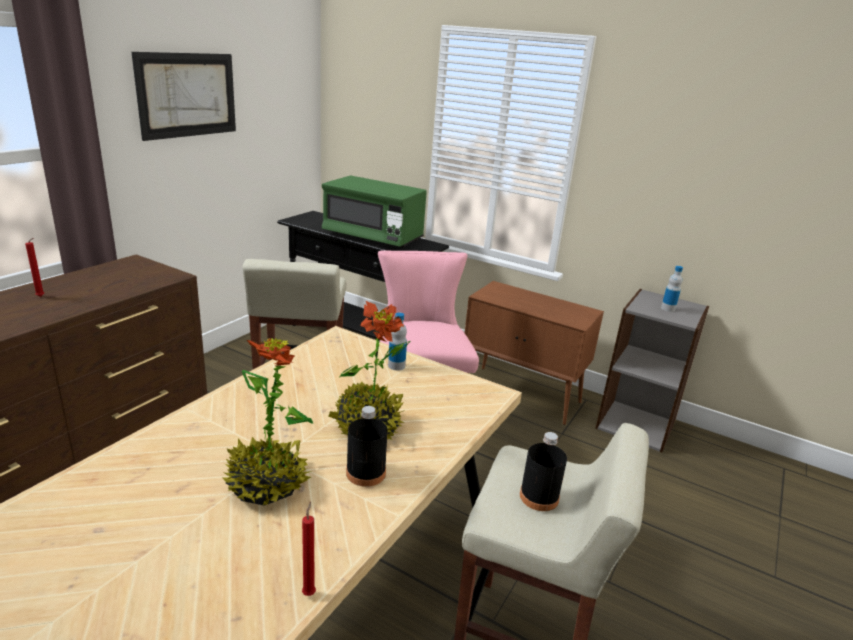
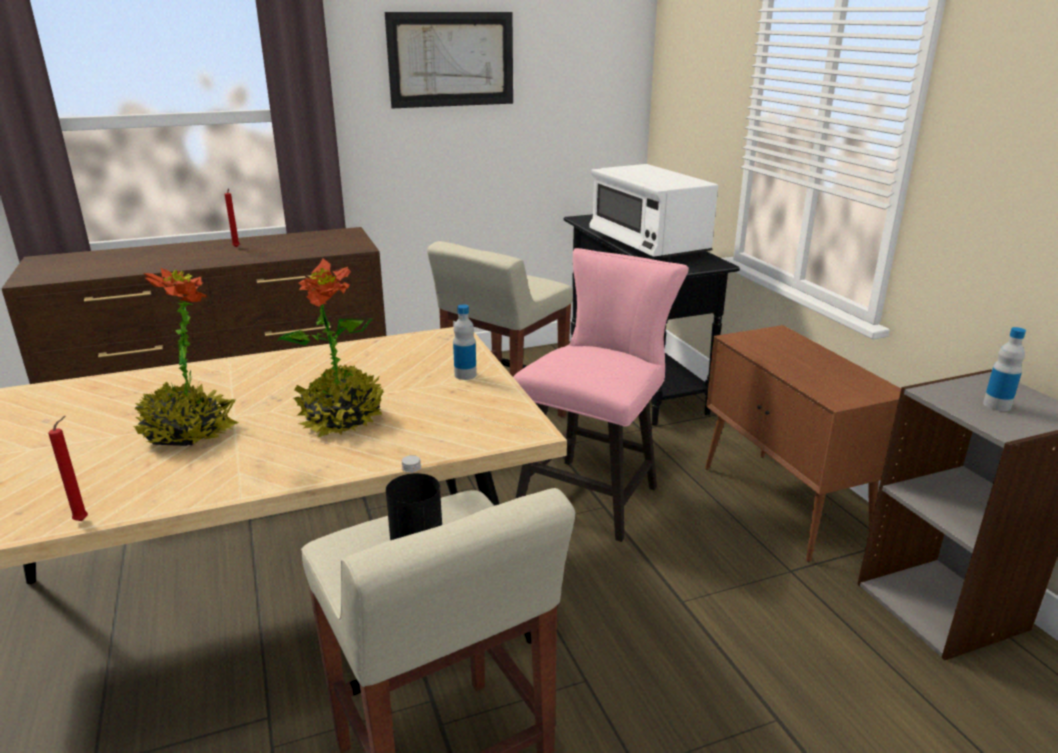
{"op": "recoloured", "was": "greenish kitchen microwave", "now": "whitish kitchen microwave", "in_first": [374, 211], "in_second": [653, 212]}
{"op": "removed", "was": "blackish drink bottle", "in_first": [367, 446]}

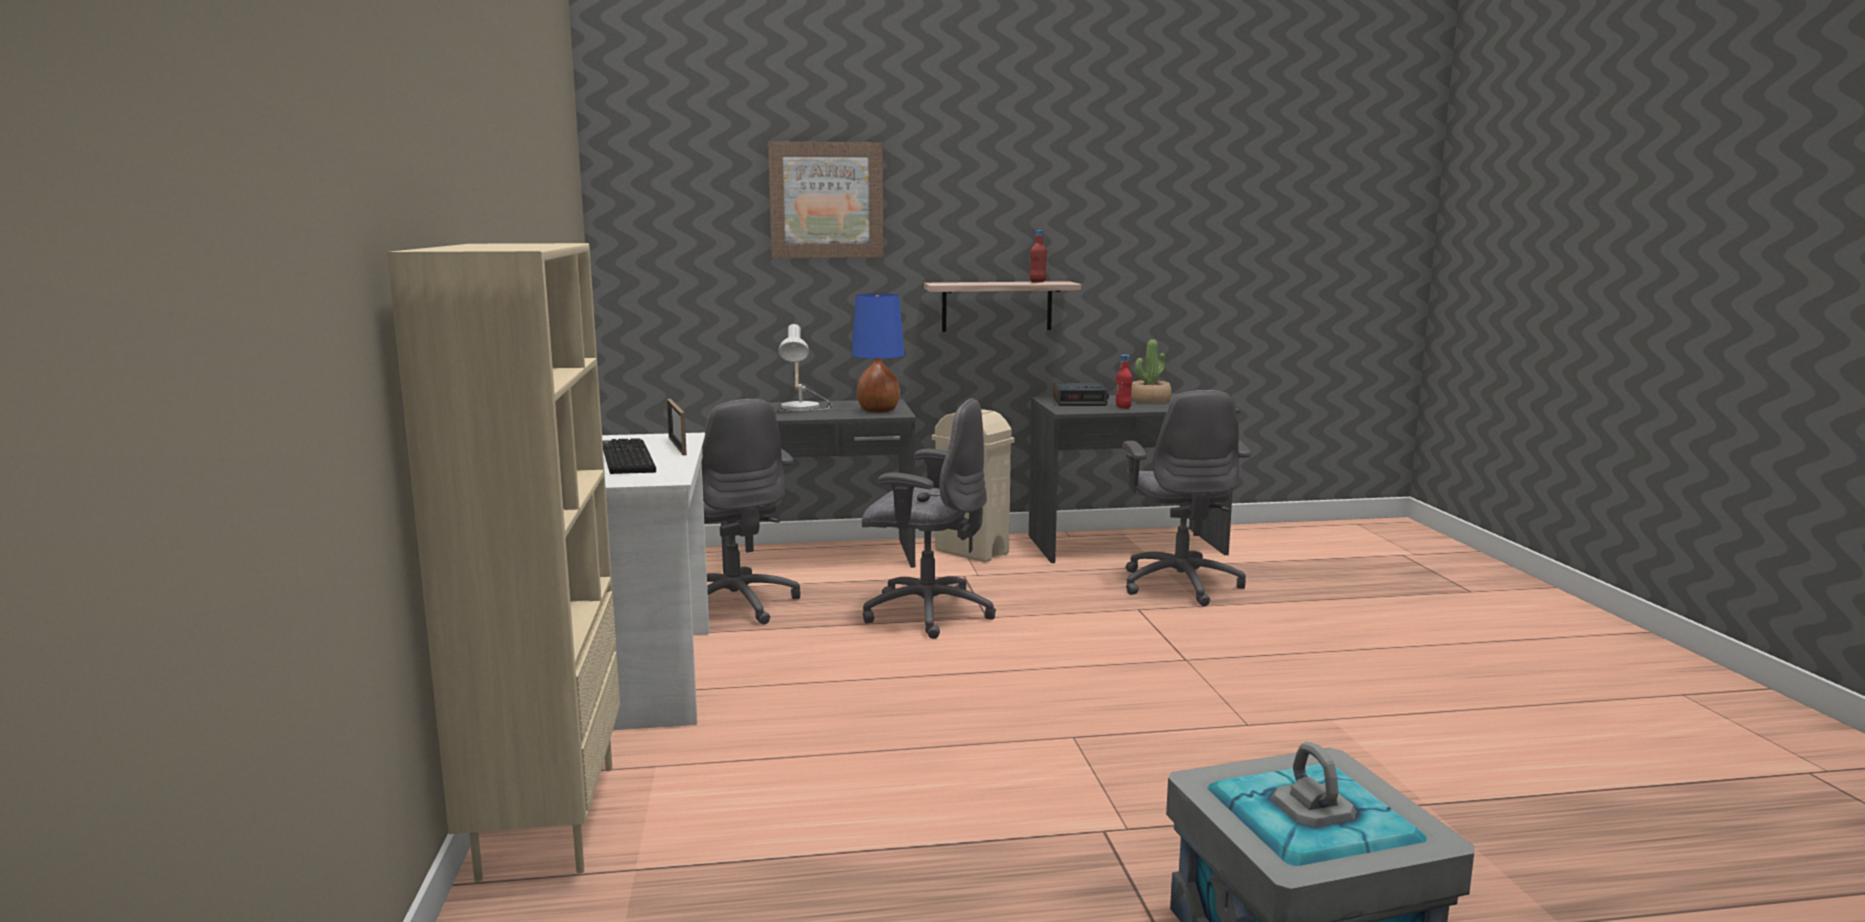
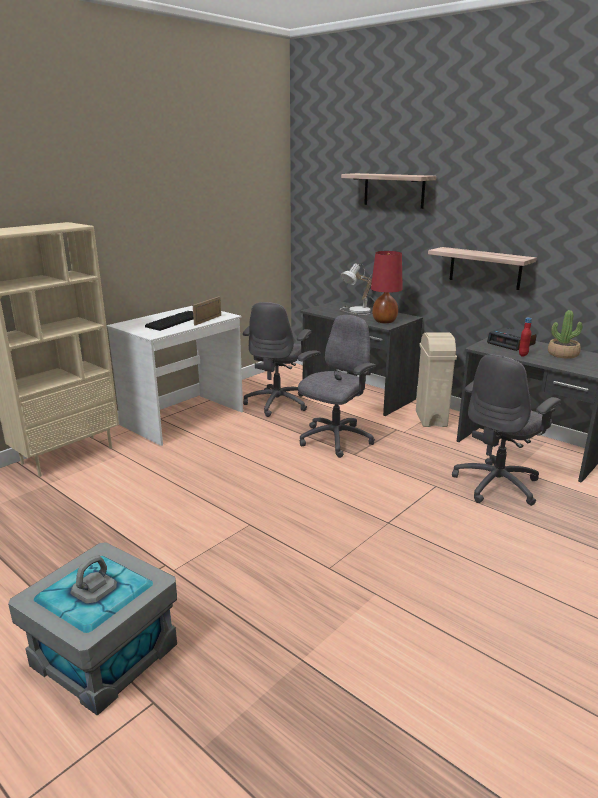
{"op": "replaced", "was": "wall art", "now": "shelf", "in_first": [826, 199], "in_second": [388, 191]}
{"op": "recoloured", "was": "bluish lamp for a table", "now": "red lamp for a table", "in_first": [878, 352], "in_second": [387, 287]}
{"op": "turned", "was": "grey office chair", "in_first": [929, 518], "in_second": [337, 386], "clockwise": -120}
{"op": "removed", "was": "red drink bottle", "in_first": [1038, 256]}

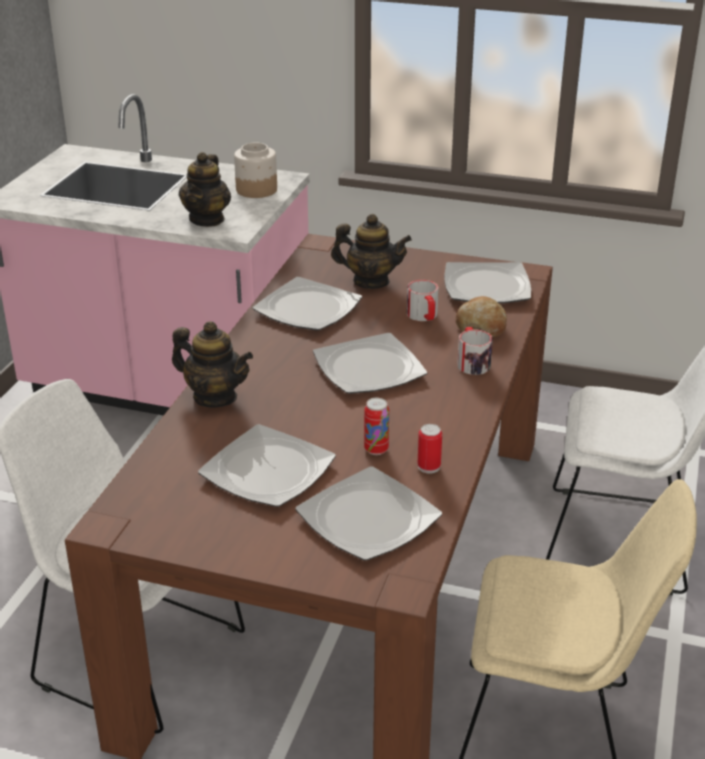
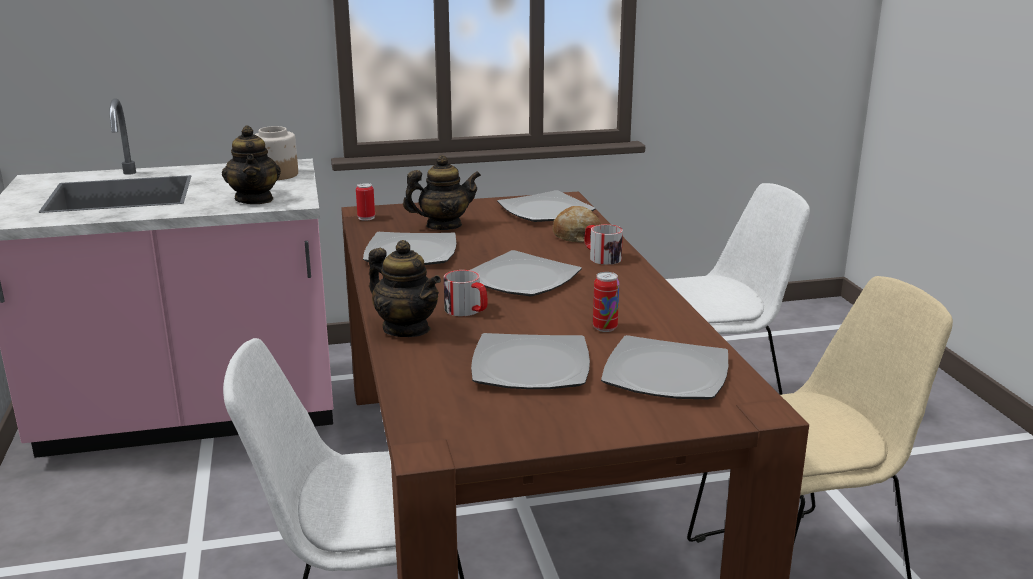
{"op": "turned", "was": "pot for tea", "in_first": [212, 364], "in_second": [404, 288], "clockwise": 45}
{"op": "moved", "was": "tea mug", "in_first": [422, 300], "in_second": [466, 293]}
{"op": "moved", "was": "sealed can", "in_first": [430, 449], "in_second": [365, 201]}

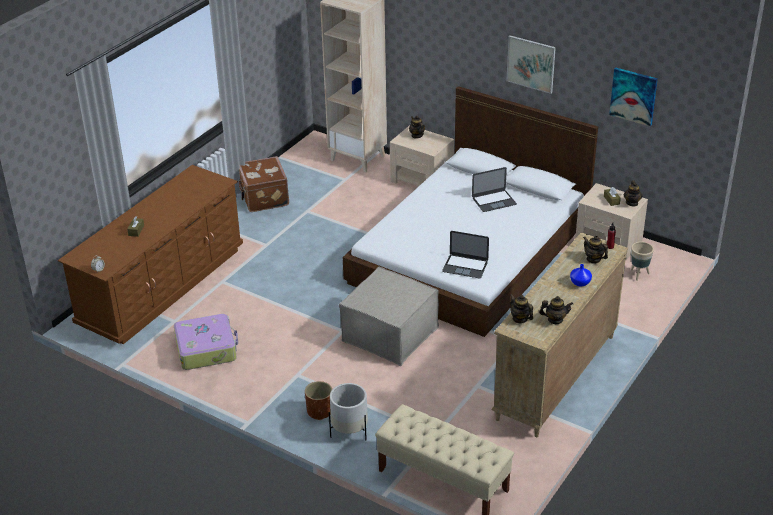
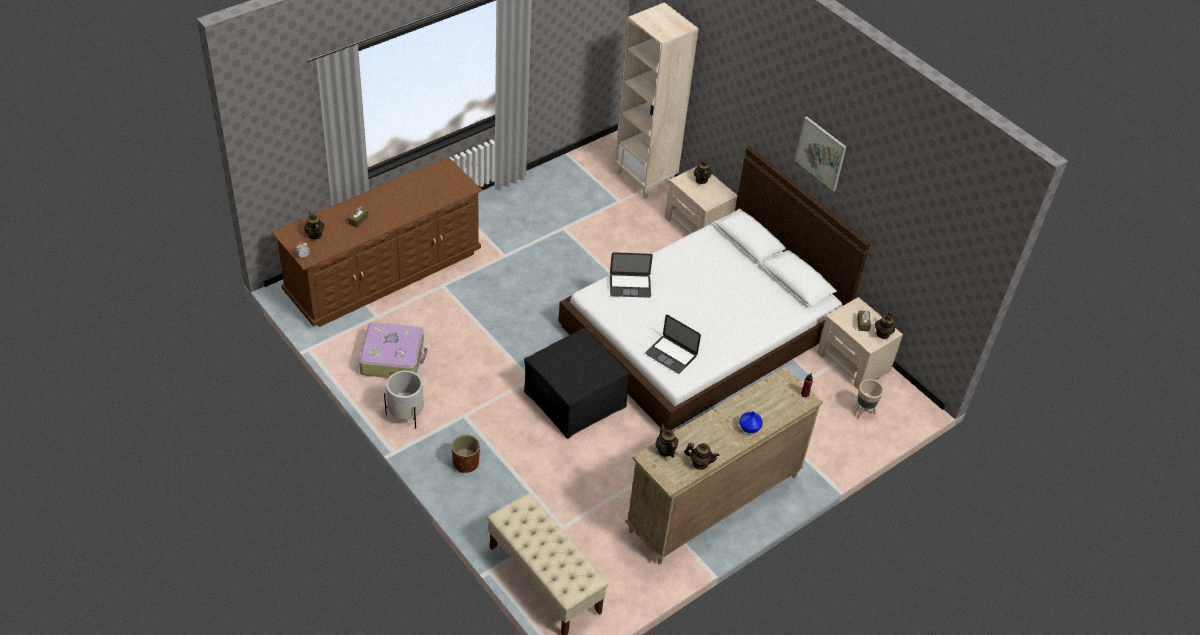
{"op": "removed", "was": "brown-coloured travel case", "in_first": [264, 184]}
{"op": "moved", "was": "whitish plant pot", "in_first": [348, 411], "in_second": [404, 400]}
{"op": "recoloured", "was": "beige pouffe", "now": "blackish pouffe", "in_first": [389, 316], "in_second": [577, 383]}
{"op": "moved", "was": "notebook computer", "in_first": [494, 189], "in_second": [631, 275]}
{"op": "moved", "was": "pot for tea", "in_first": [595, 250], "in_second": [314, 225]}
{"op": "removed", "was": "wall art", "in_first": [633, 97]}

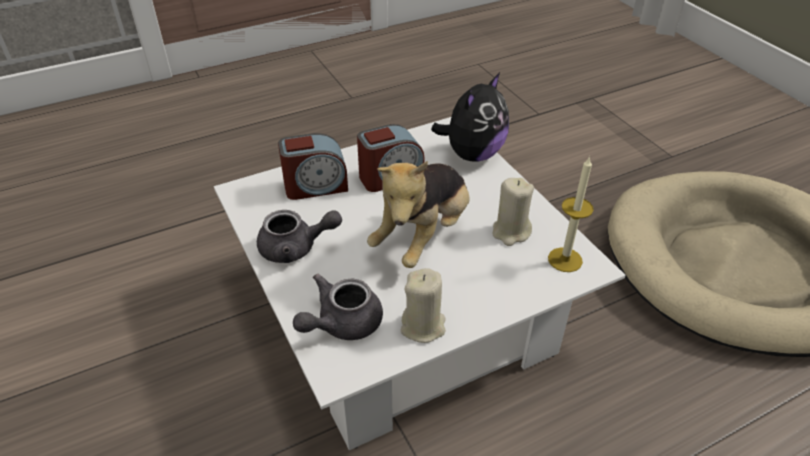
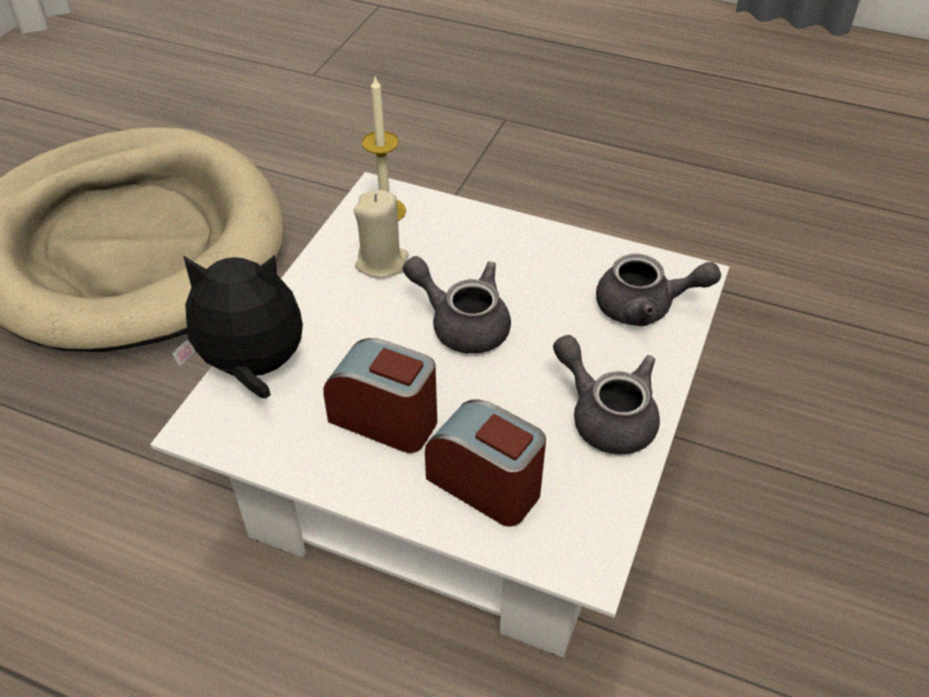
{"op": "replaced", "was": "soft toy", "now": "grey pot for tea", "in_first": [418, 214], "in_second": [457, 305]}
{"op": "removed", "was": "beige candle", "in_first": [423, 305]}

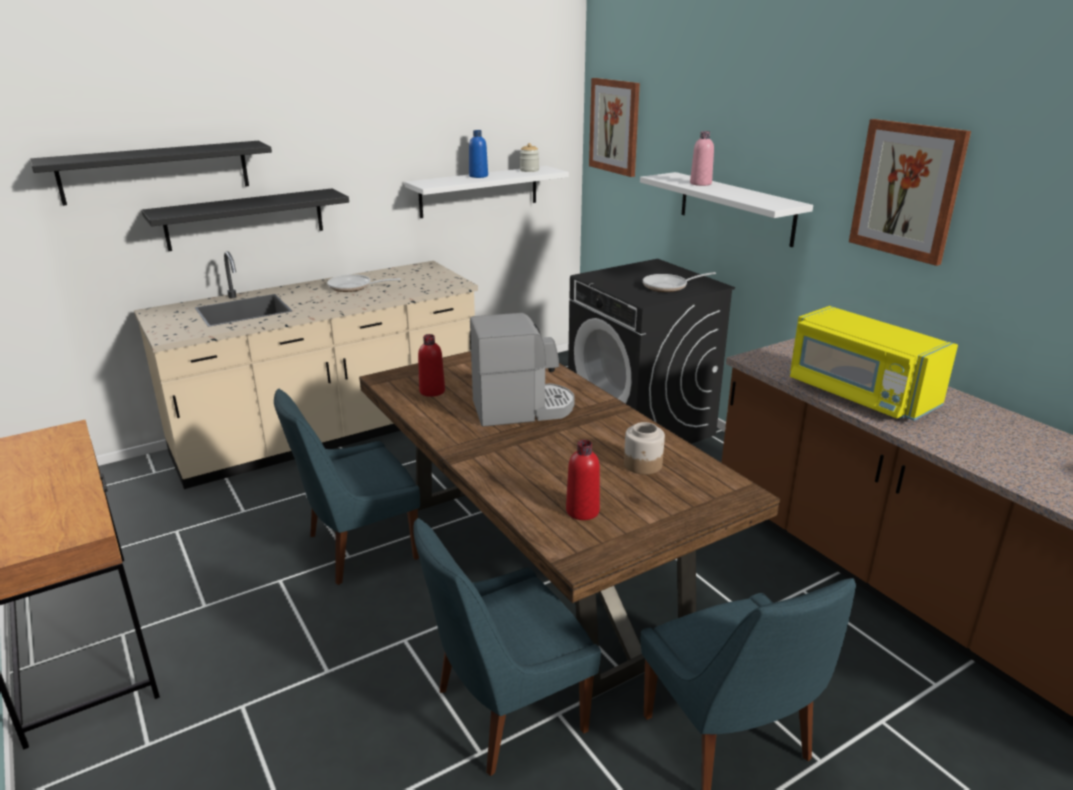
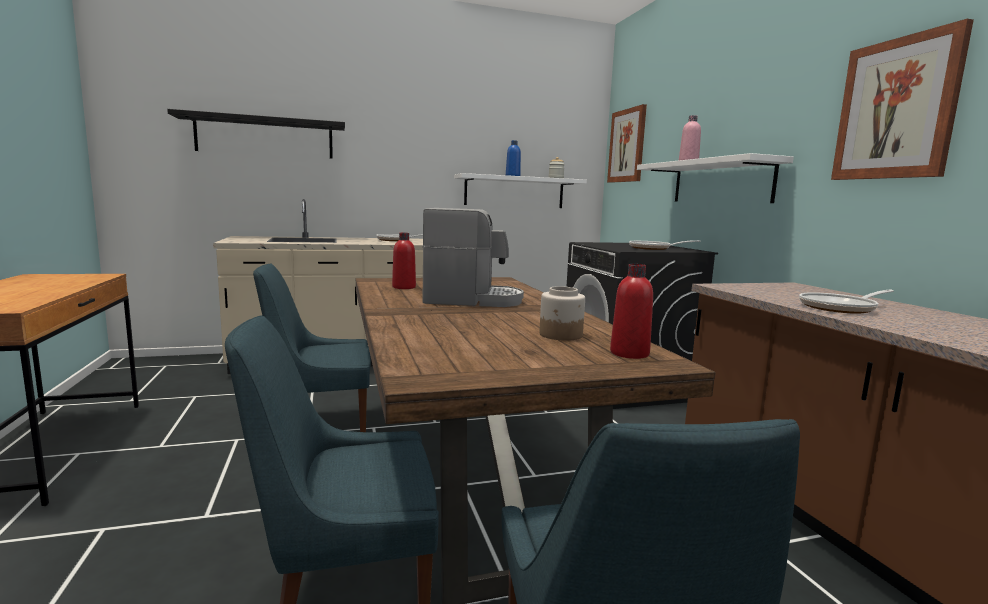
{"op": "removed", "was": "blackish shelf", "in_first": [245, 219]}
{"op": "moved", "was": "red drink bottle", "in_first": [583, 480], "in_second": [631, 311]}
{"op": "replaced", "was": "yellowish kitchen microwave", "now": "pan", "in_first": [874, 363], "in_second": [846, 301]}

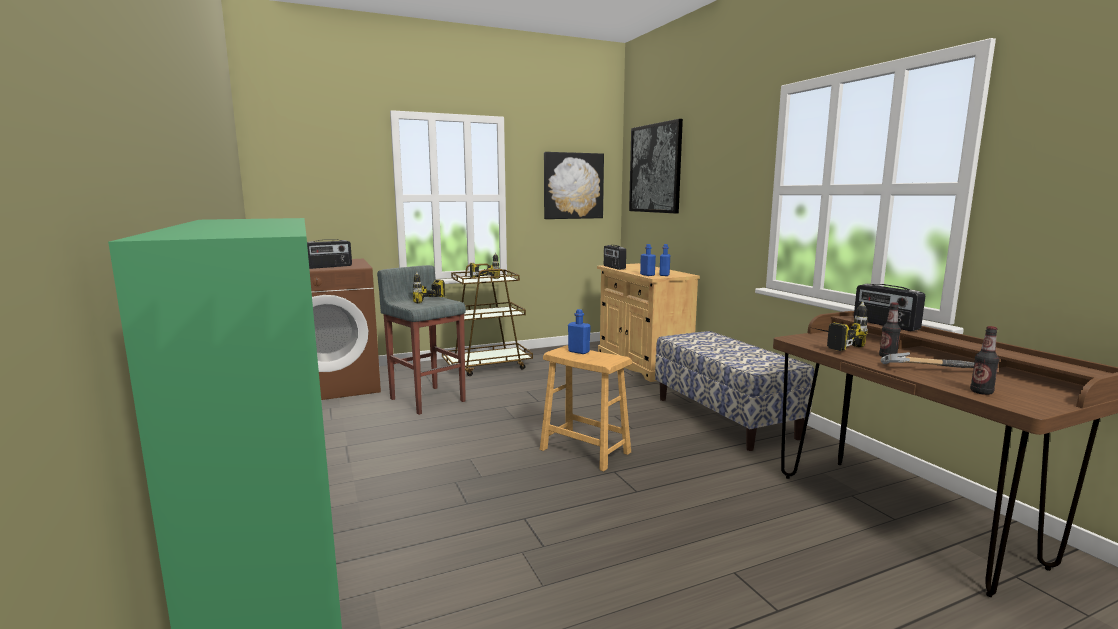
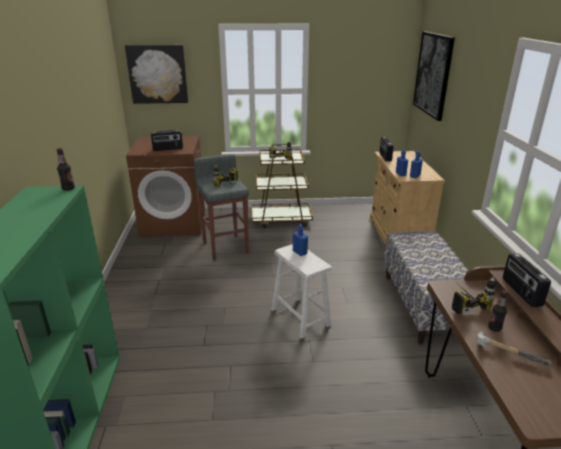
{"op": "recoloured", "was": "brown-coloured stool seat", "now": "whitish stool seat", "in_first": [586, 409], "in_second": [302, 291]}
{"op": "moved", "was": "wall art", "in_first": [574, 185], "in_second": [156, 74]}
{"op": "moved", "was": "drink bottle", "in_first": [984, 360], "in_second": [66, 169]}

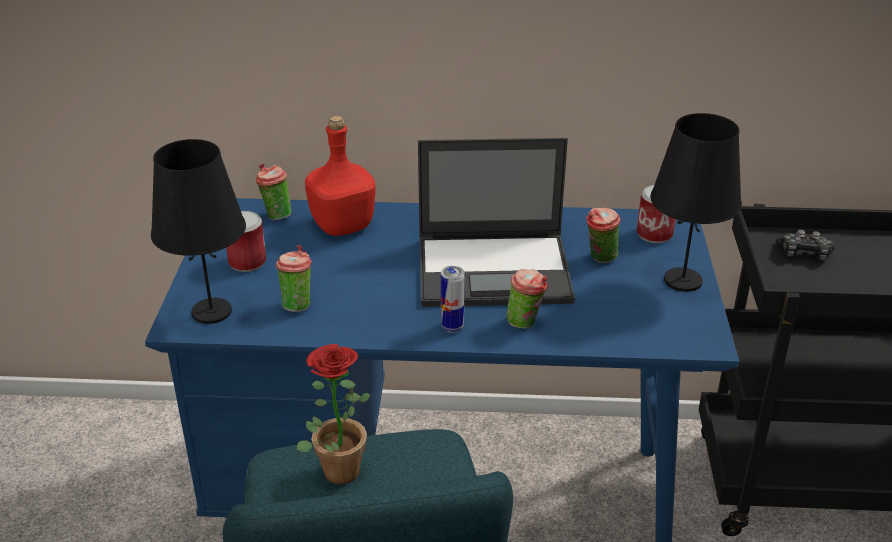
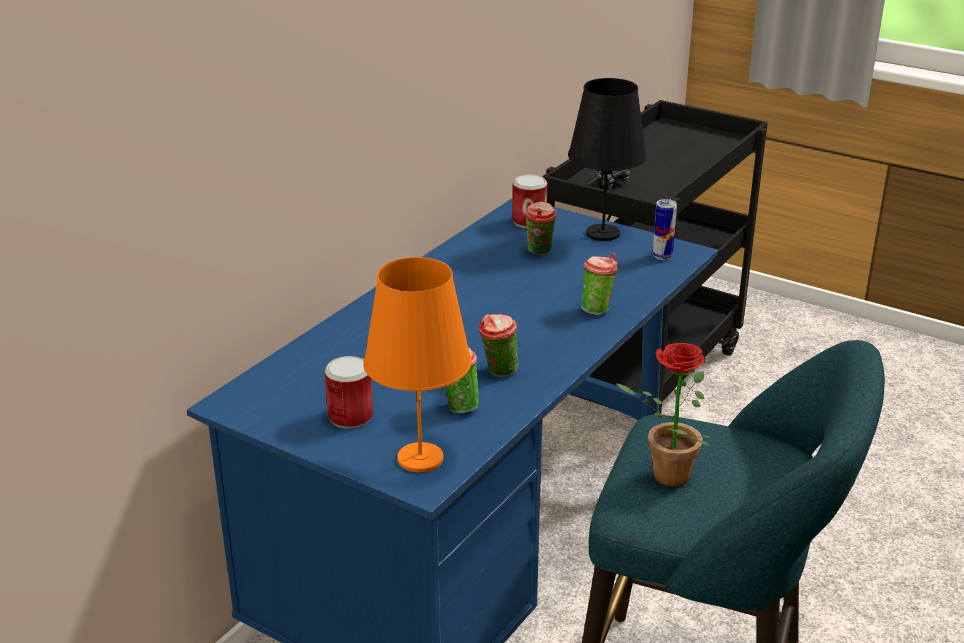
{"op": "recoloured", "was": "blackish lamp for a table", "now": "orange-coloured lamp for a table", "in_first": [198, 231], "in_second": [417, 365]}
{"op": "moved", "was": "small cup", "in_first": [273, 191], "in_second": [498, 345]}
{"op": "removed", "was": "red drink bottle", "in_first": [340, 176]}
{"op": "removed", "was": "notebook computer", "in_first": [496, 222]}
{"op": "moved", "was": "sealed can", "in_first": [453, 299], "in_second": [665, 229]}

